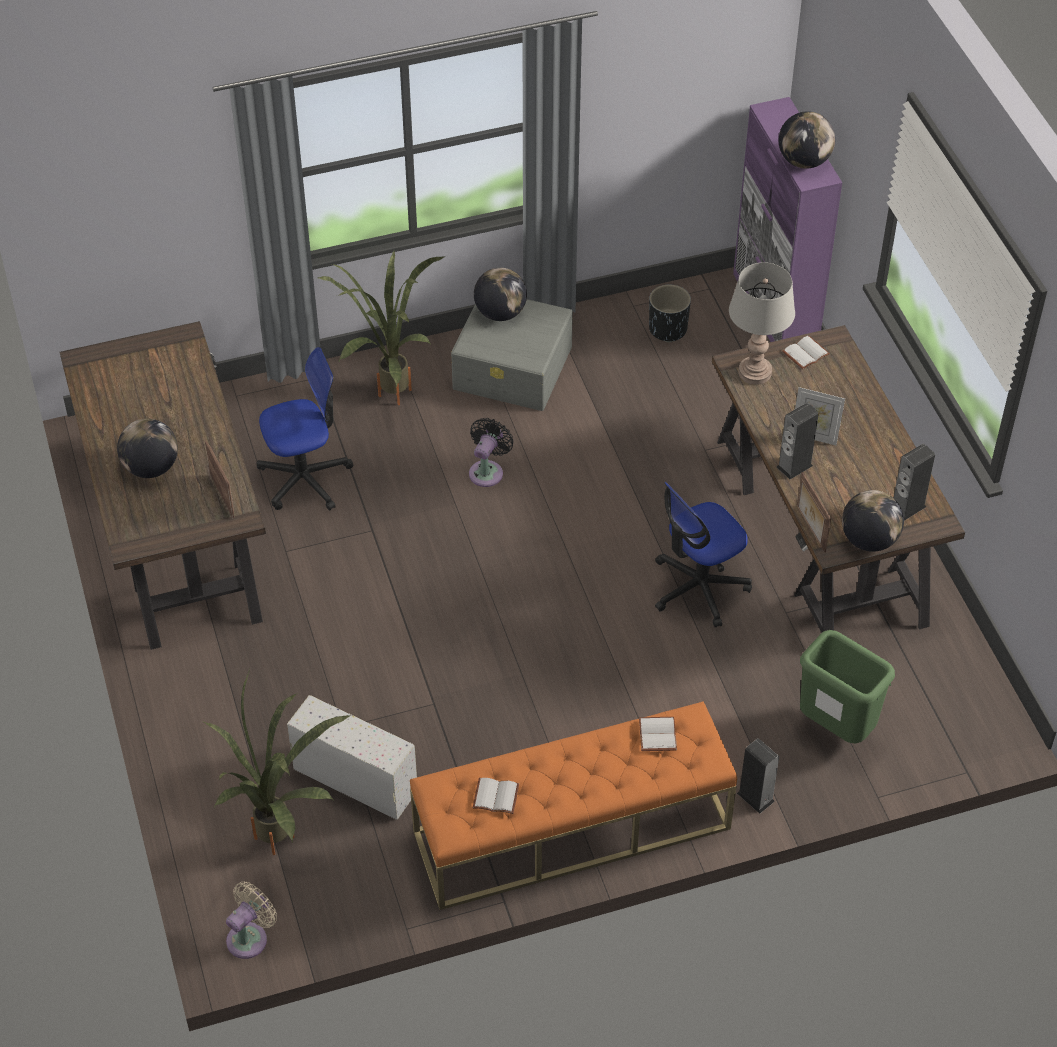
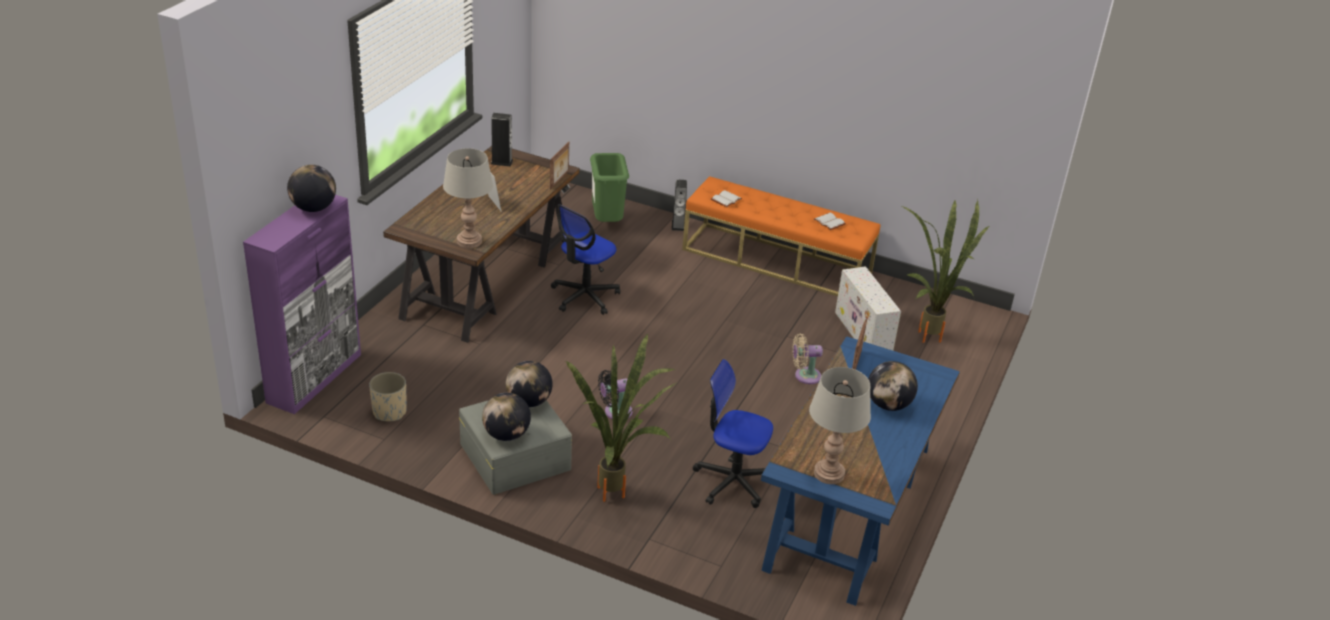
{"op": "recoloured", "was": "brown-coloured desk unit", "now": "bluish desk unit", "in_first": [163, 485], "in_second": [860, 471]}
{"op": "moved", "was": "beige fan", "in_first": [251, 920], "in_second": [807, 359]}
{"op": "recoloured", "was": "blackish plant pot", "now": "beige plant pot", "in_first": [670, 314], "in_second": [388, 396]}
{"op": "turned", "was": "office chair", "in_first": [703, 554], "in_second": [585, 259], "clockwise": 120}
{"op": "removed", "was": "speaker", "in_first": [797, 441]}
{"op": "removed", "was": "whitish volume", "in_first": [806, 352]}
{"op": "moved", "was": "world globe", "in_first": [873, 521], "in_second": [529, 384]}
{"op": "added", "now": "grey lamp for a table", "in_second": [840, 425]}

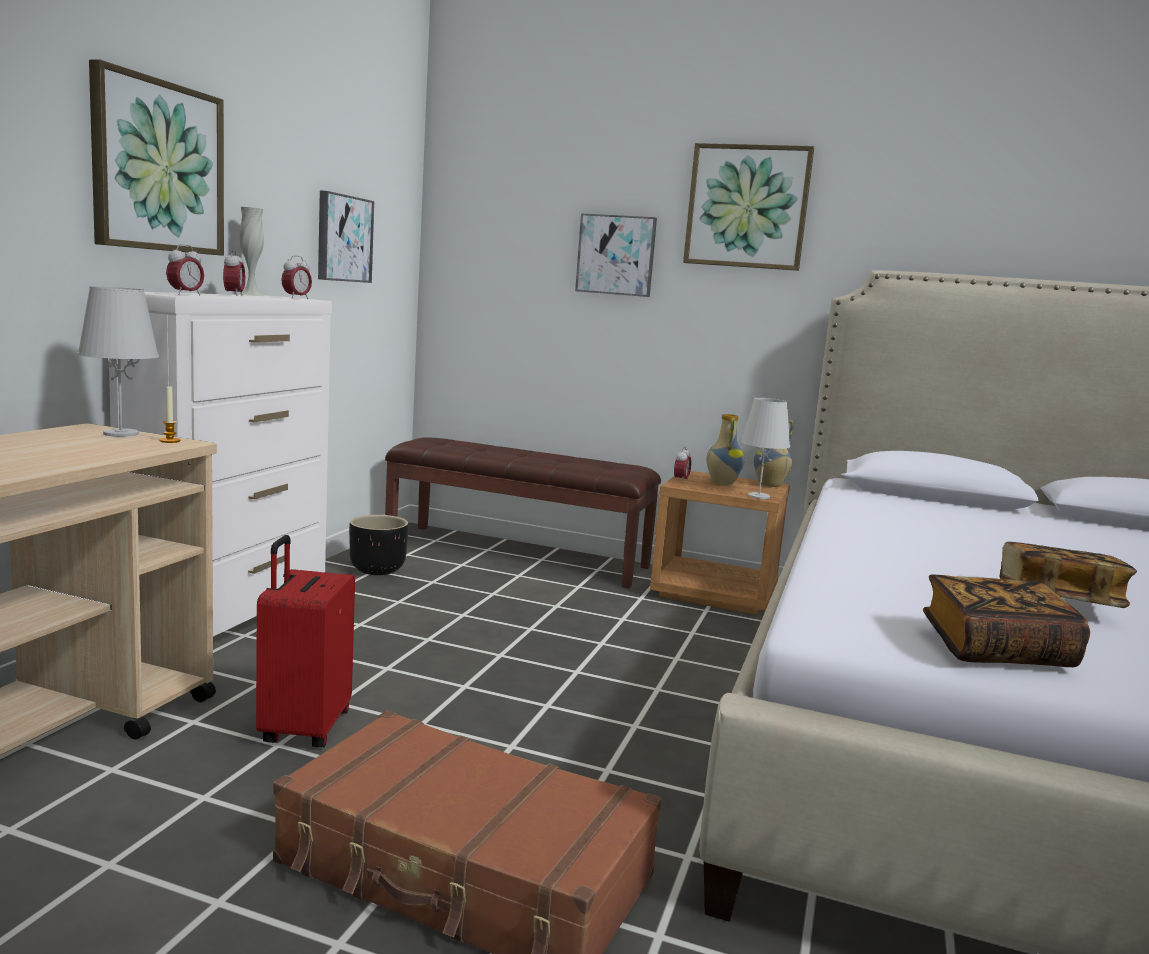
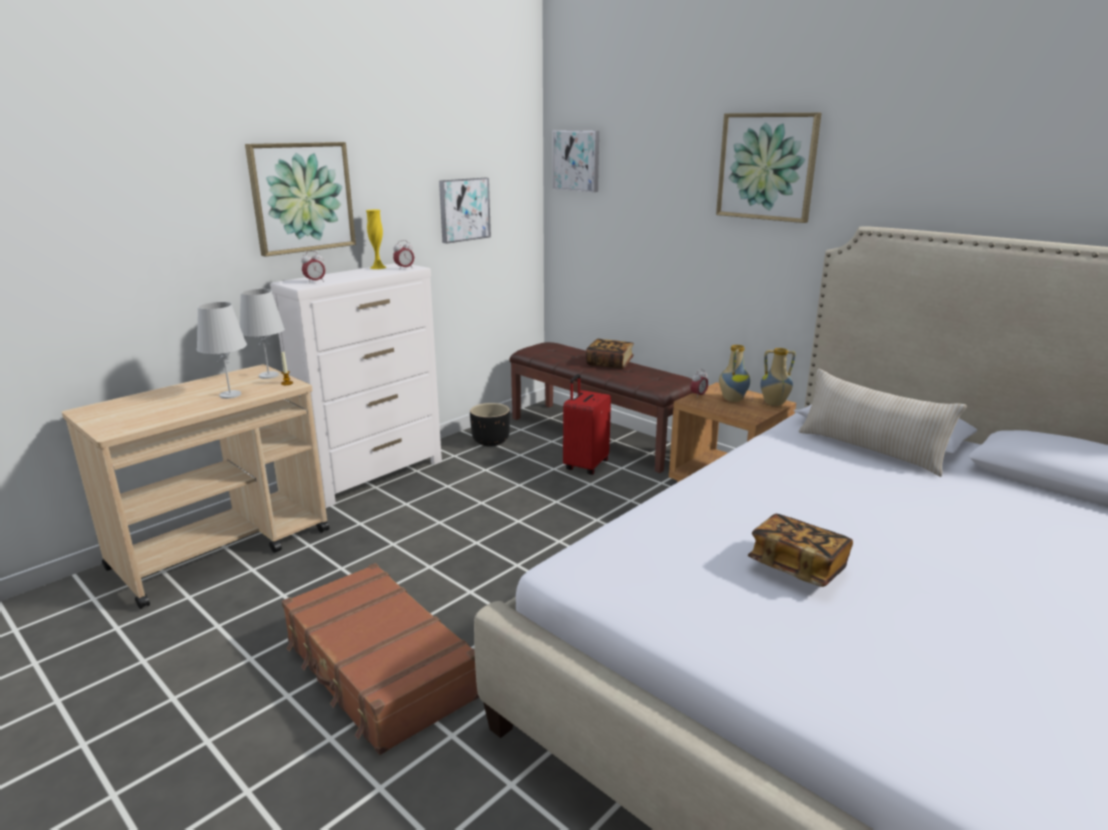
{"op": "removed", "was": "table clock", "in_first": [234, 273]}
{"op": "recoloured", "was": "whitish flower vase", "now": "yellowish flower vase", "in_first": [251, 251], "in_second": [376, 239]}
{"op": "moved", "was": "red travel case", "in_first": [305, 641], "in_second": [587, 424]}
{"op": "moved", "was": "wall art", "in_first": [616, 255], "in_second": [576, 161]}
{"op": "moved", "was": "whitish lamp for a table", "in_first": [765, 448], "in_second": [222, 350]}
{"op": "moved", "was": "volume", "in_first": [1006, 620], "in_second": [610, 354]}
{"op": "added", "now": "beige pillow", "in_second": [883, 423]}

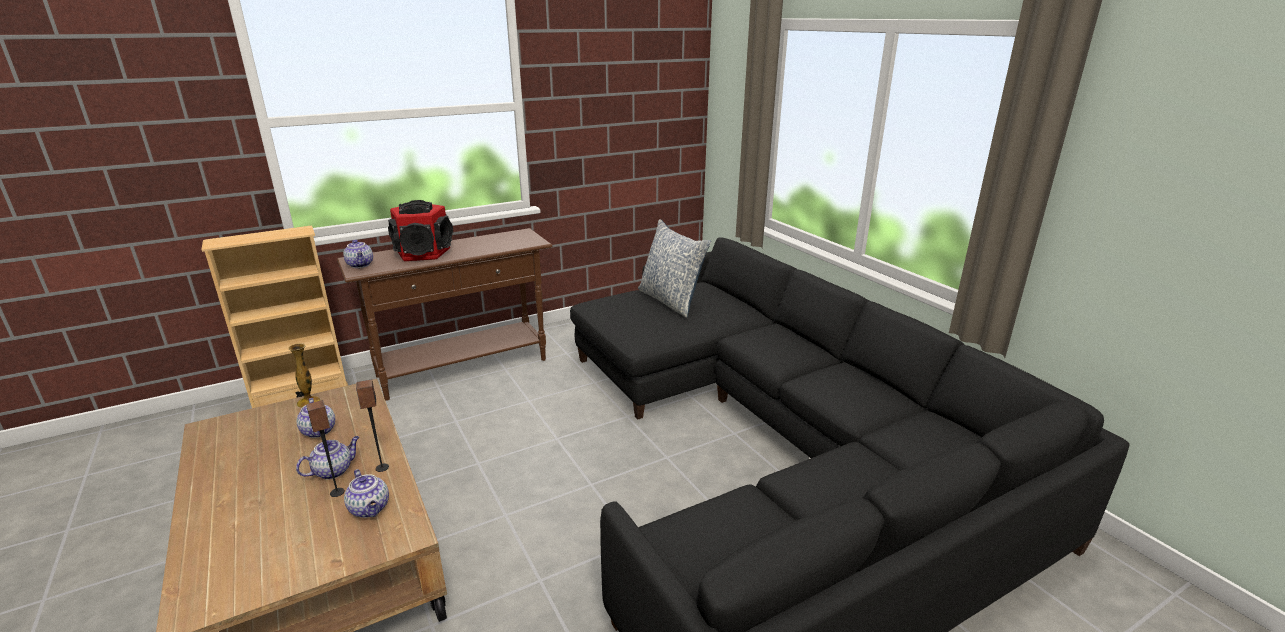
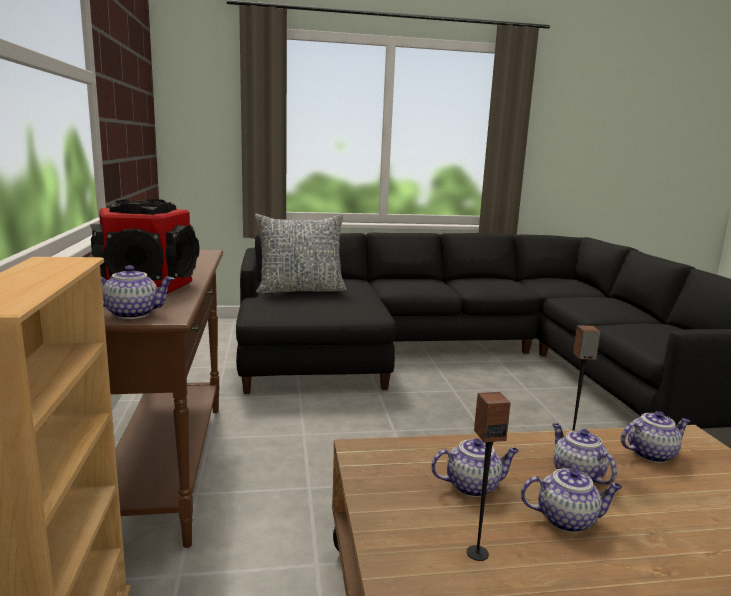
{"op": "removed", "was": "flower vase", "in_first": [304, 375]}
{"op": "moved", "was": "speaker", "in_first": [325, 448], "in_second": [488, 476]}
{"op": "added", "now": "pot for tea", "in_second": [571, 500]}

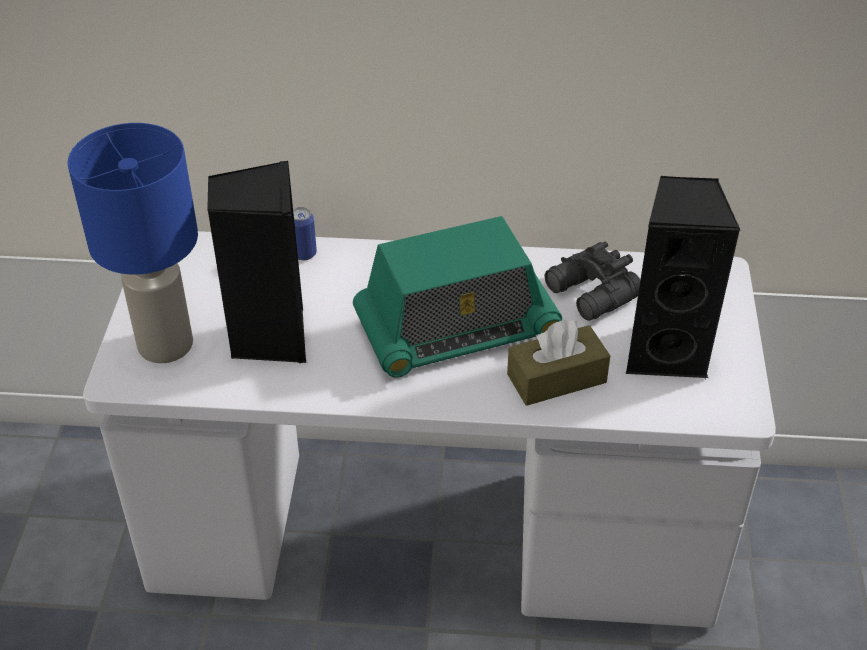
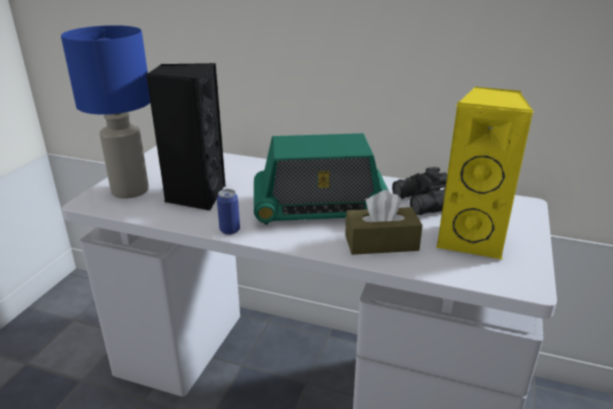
{"op": "moved", "was": "sealed can", "in_first": [305, 233], "in_second": [228, 212]}
{"op": "recoloured", "was": "blackish speaker", "now": "yellowish speaker", "in_first": [683, 277], "in_second": [485, 173]}

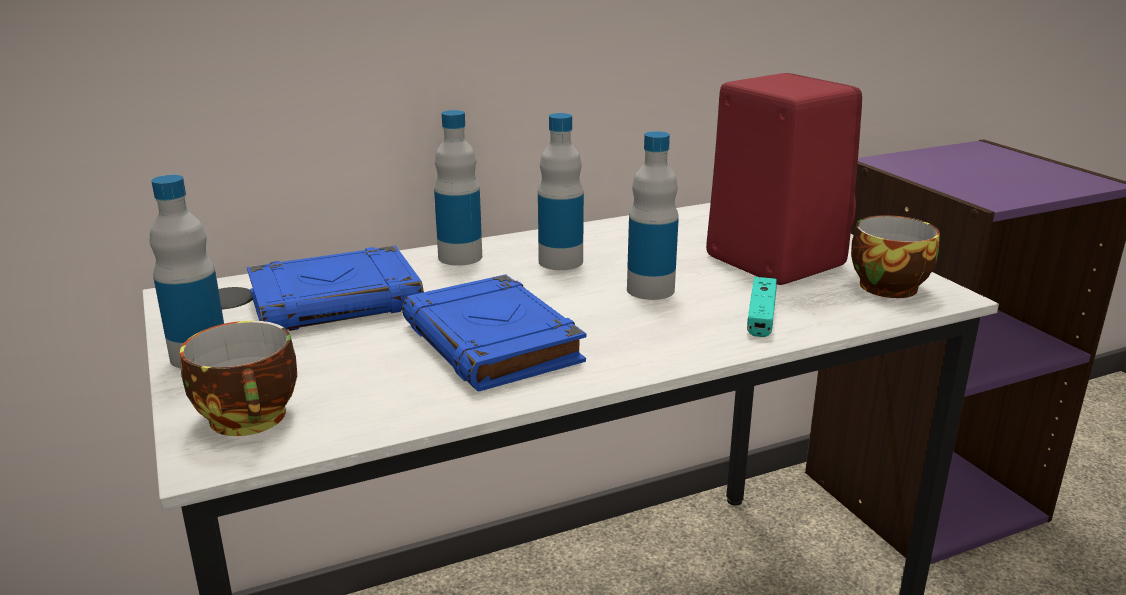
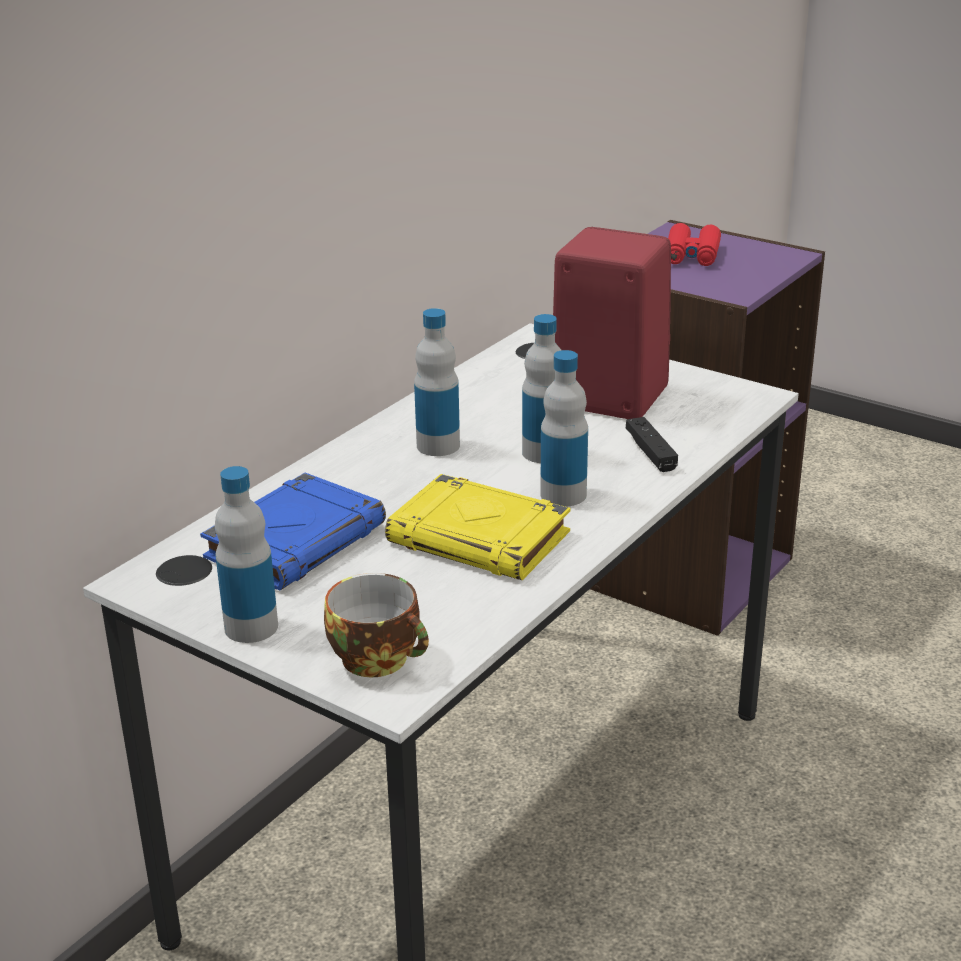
{"op": "recoloured", "was": "bluish volume", "now": "yellowish volume", "in_first": [494, 333], "in_second": [478, 527]}
{"op": "moved", "was": "drink bottle", "in_first": [458, 188], "in_second": [564, 428]}
{"op": "recoloured", "was": "turquoise joypad", "now": "blackish joypad", "in_first": [762, 307], "in_second": [652, 444]}
{"op": "removed", "was": "small cup", "in_first": [895, 256]}
{"op": "added", "now": "red pair of binoculars", "in_second": [694, 244]}

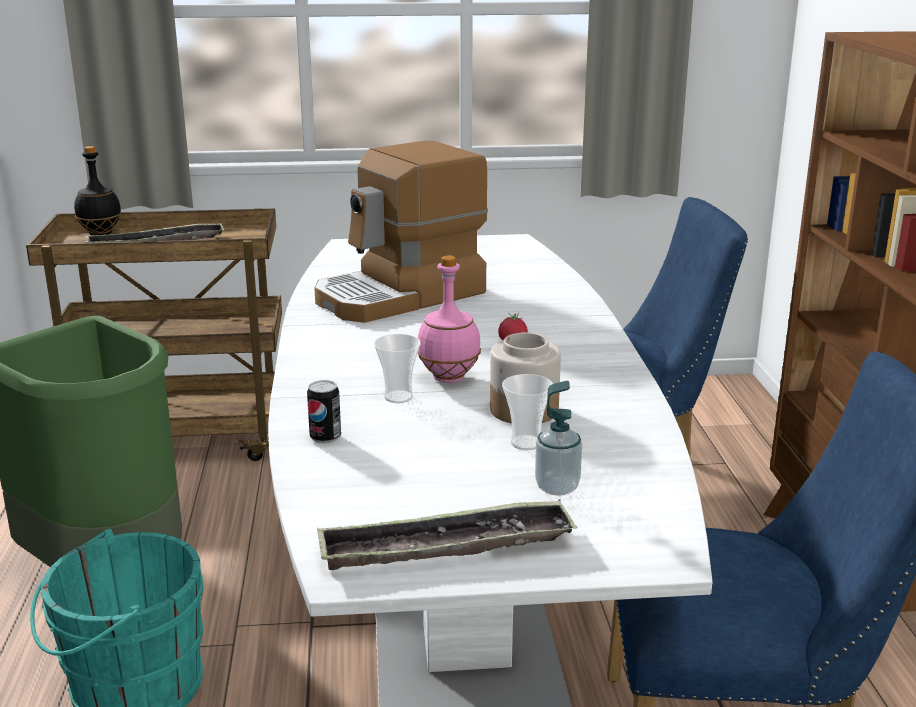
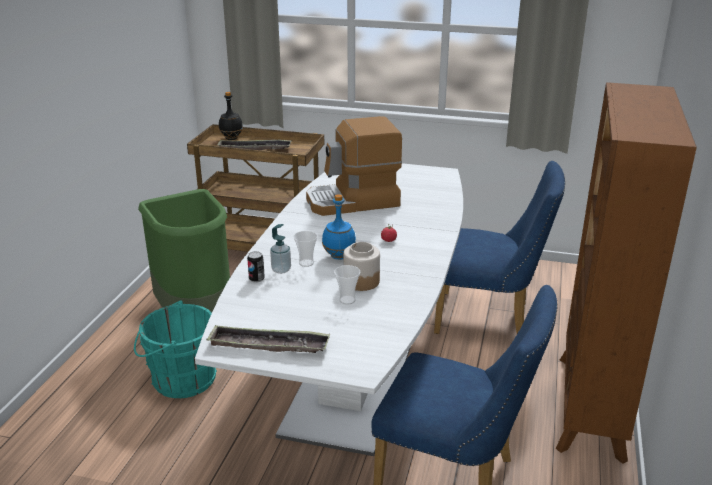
{"op": "recoloured", "was": "pink drink bottle", "now": "bluish drink bottle", "in_first": [449, 319], "in_second": [339, 227]}
{"op": "moved", "was": "soap bottle", "in_first": [558, 438], "in_second": [280, 249]}

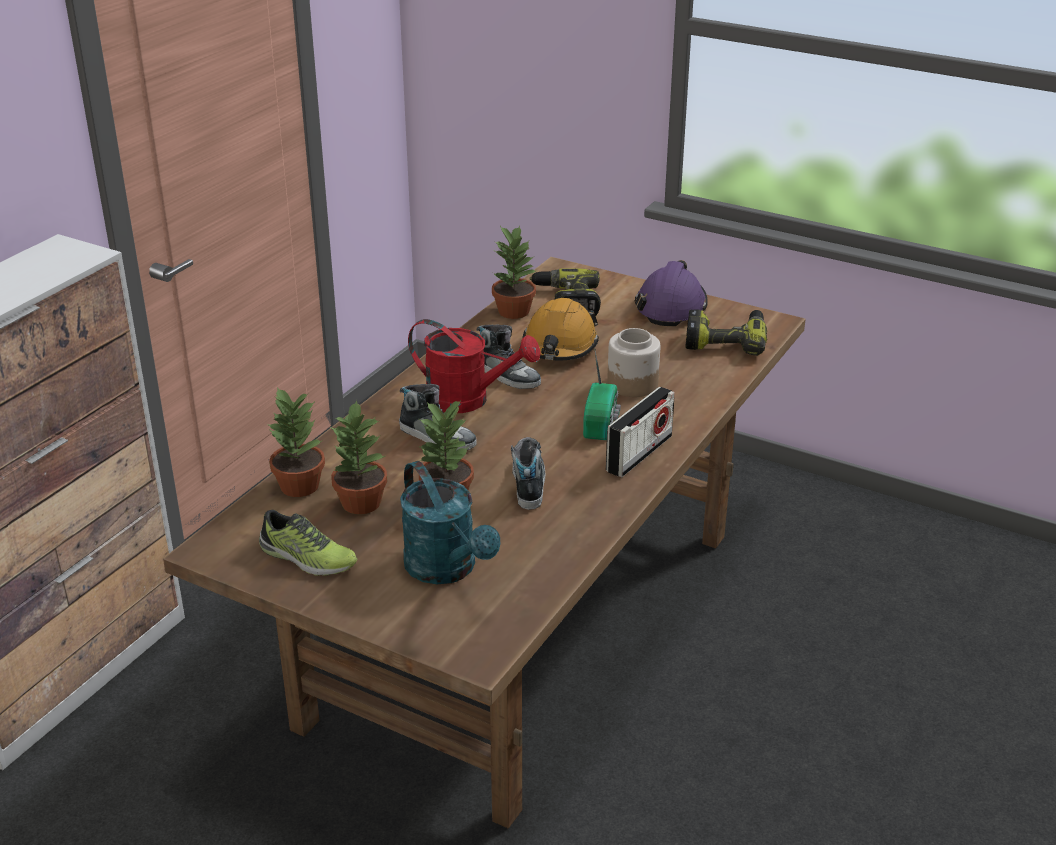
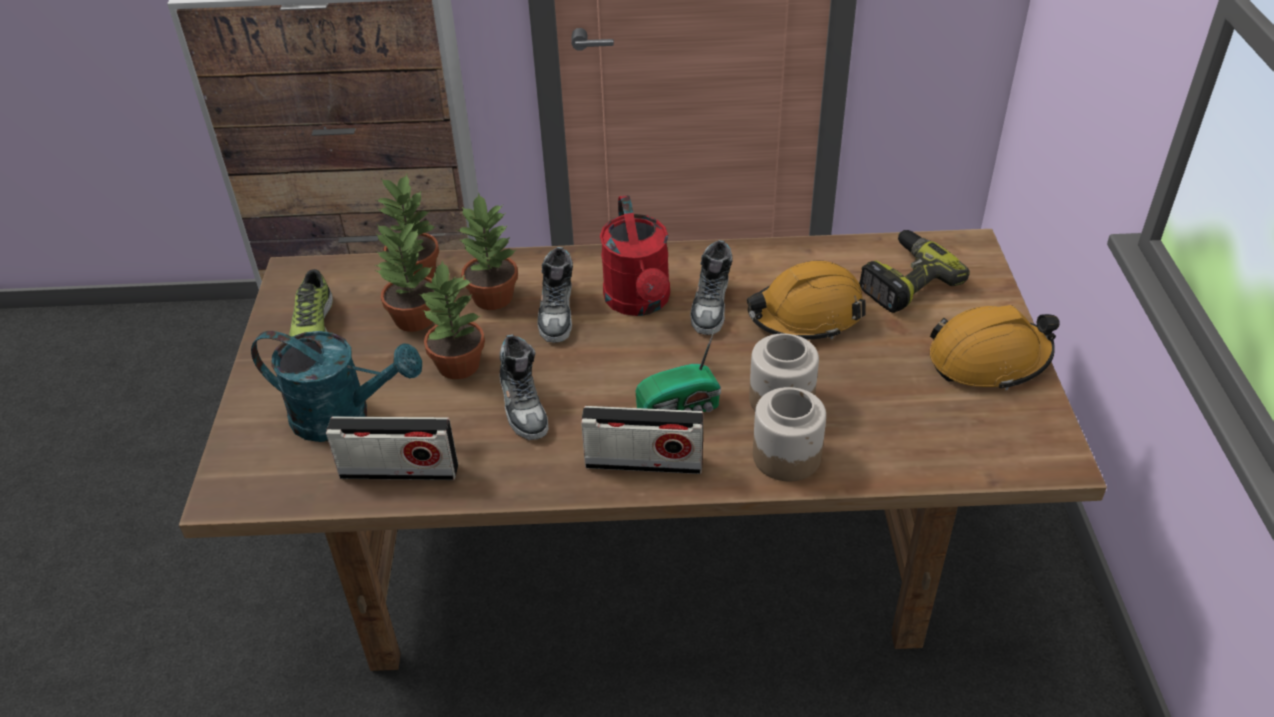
{"op": "turned", "was": "turquoise sprinkling can", "in_first": [450, 522], "in_second": [336, 386], "clockwise": -105}
{"op": "moved", "was": "plant in a pot", "in_first": [514, 272], "in_second": [488, 251]}
{"op": "turned", "was": "shoe", "in_first": [528, 473], "in_second": [524, 387], "clockwise": 105}
{"op": "recoloured", "was": "purplish hard hat", "now": "orange-coloured hard hat", "in_first": [671, 293], "in_second": [995, 348]}
{"op": "removed", "was": "power drill", "in_first": [726, 332]}
{"op": "added", "now": "radio receiver", "in_second": [392, 448]}
{"op": "added", "now": "jar", "in_second": [789, 434]}

